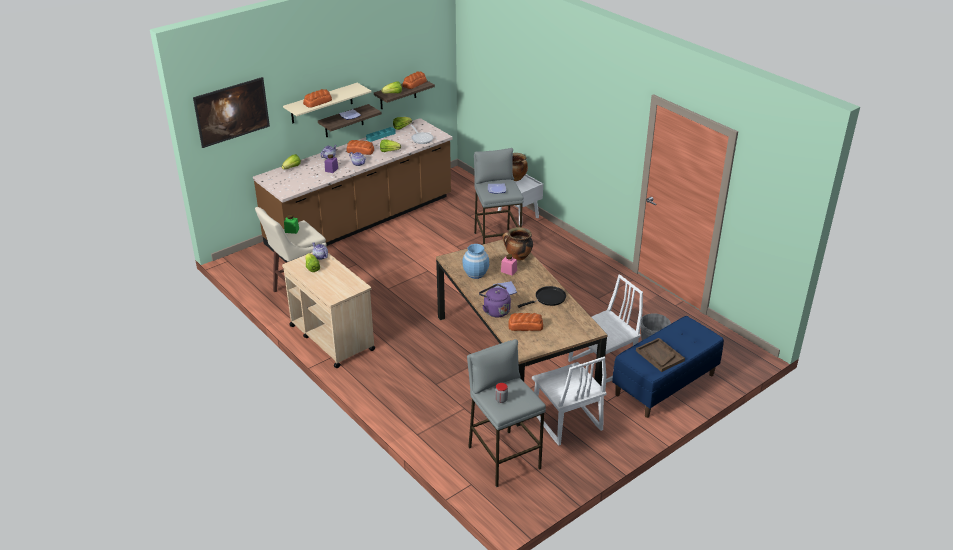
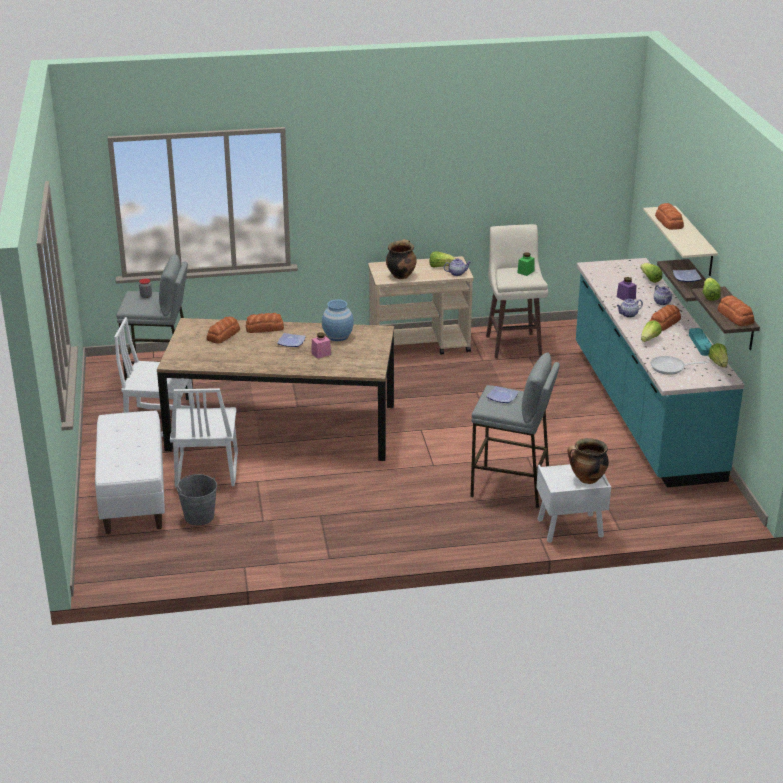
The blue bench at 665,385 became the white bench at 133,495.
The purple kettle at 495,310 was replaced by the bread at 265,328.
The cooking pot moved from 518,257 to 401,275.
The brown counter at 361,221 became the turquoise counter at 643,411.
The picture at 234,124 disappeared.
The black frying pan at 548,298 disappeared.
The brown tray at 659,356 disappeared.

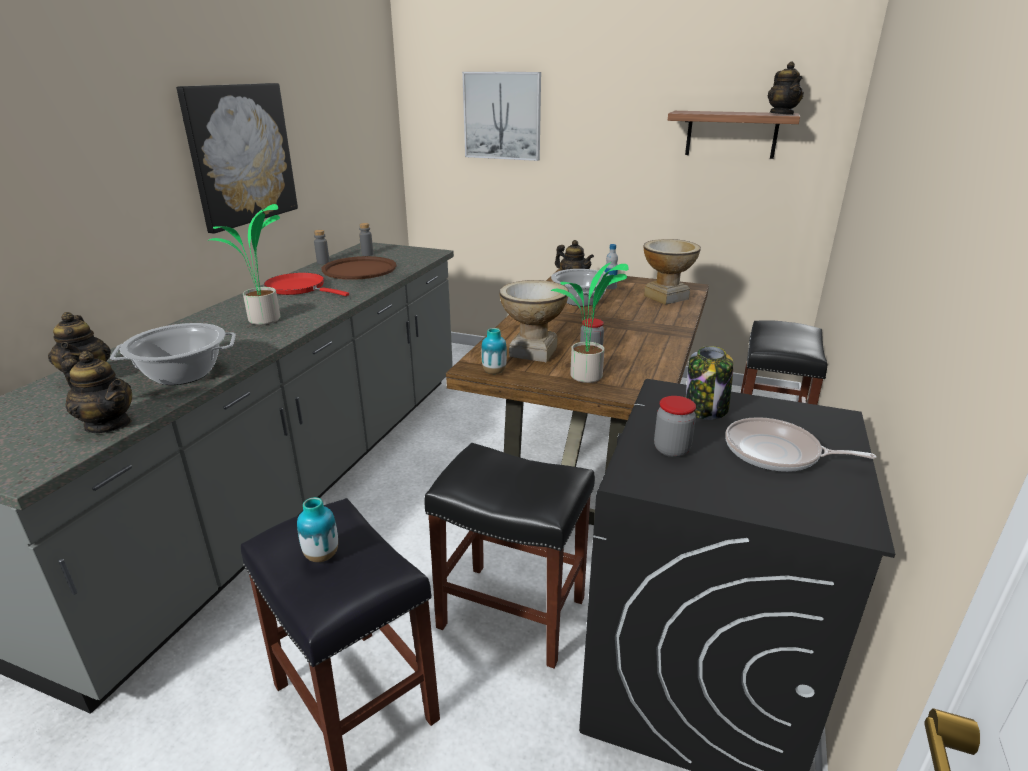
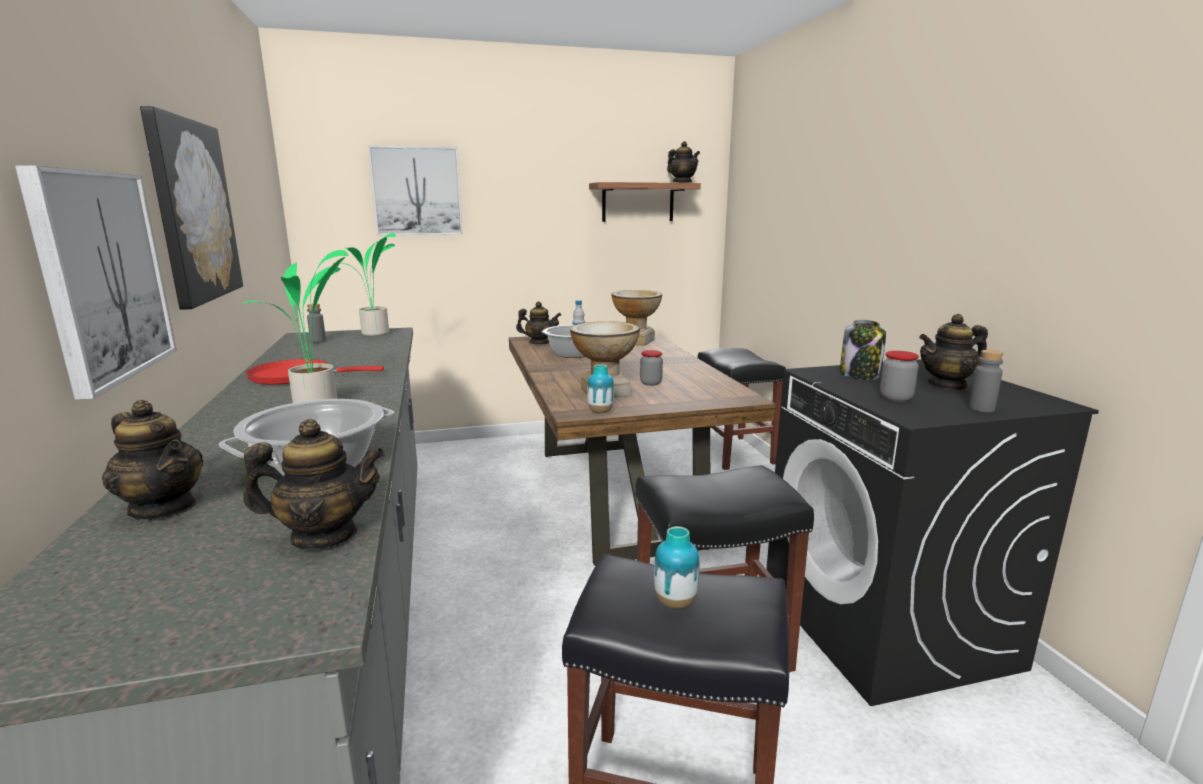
The picture at 103,276 appeared.
The potted plant moved from 586,377 to 376,334.
The frying pan at 777,453 was replaced by the teapot at 947,385.
The grey bottle moved from 323,262 to 981,408.
The brown tray at 359,269 disappeared.

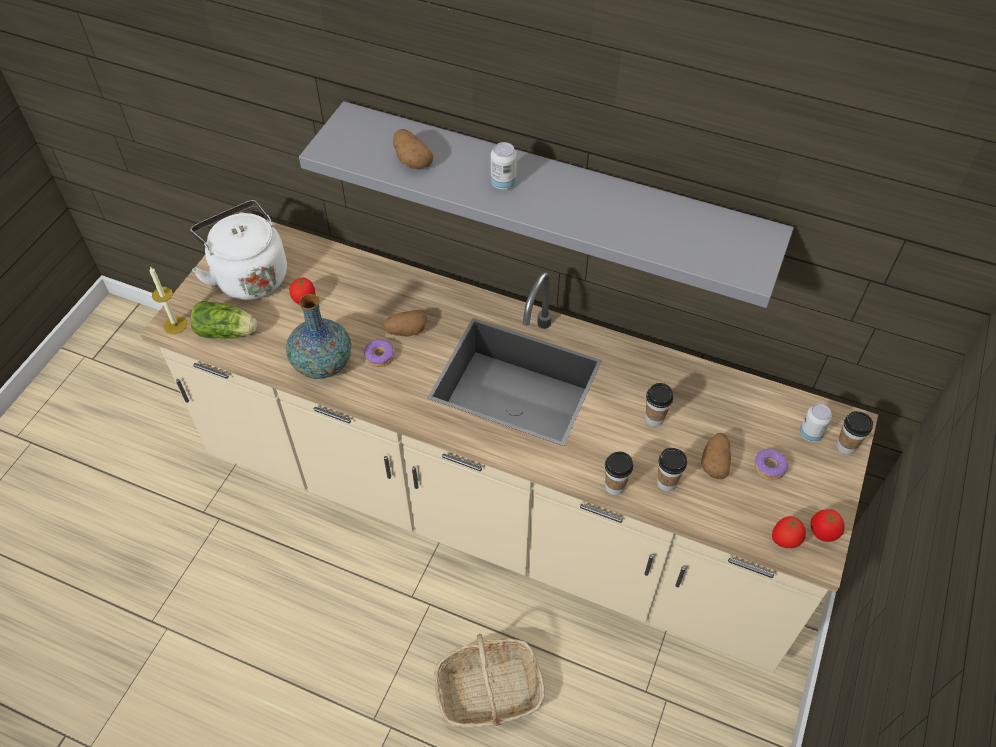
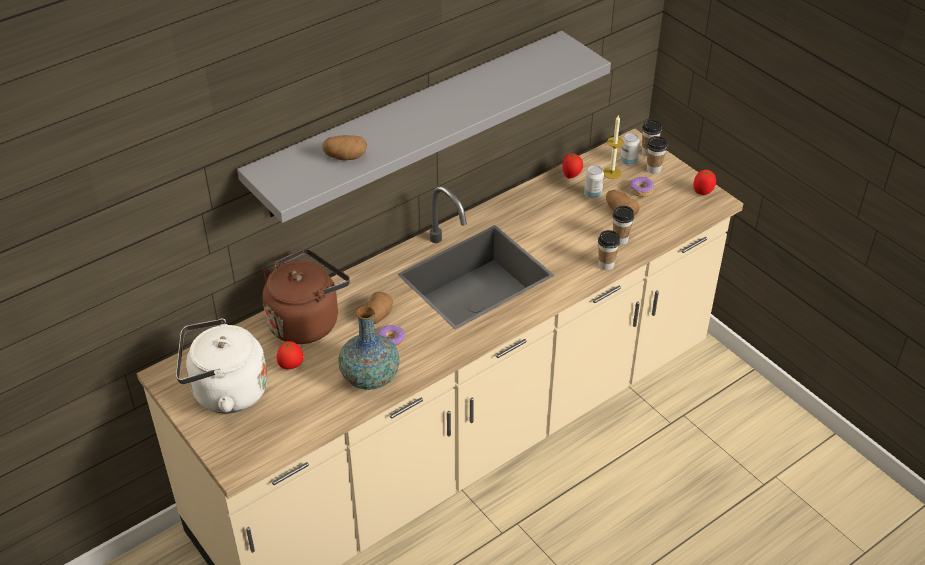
The brown kettle at 306,321 appeared.
The tomato moved from 784,541 to 571,175.
The can moved from 503,183 to 592,194.
The candle moved from 175,325 to 612,173.
The cup moved from 654,419 to 653,169.
The lettuce at 228,332 disappeared.
The basket at 489,691 disappeared.

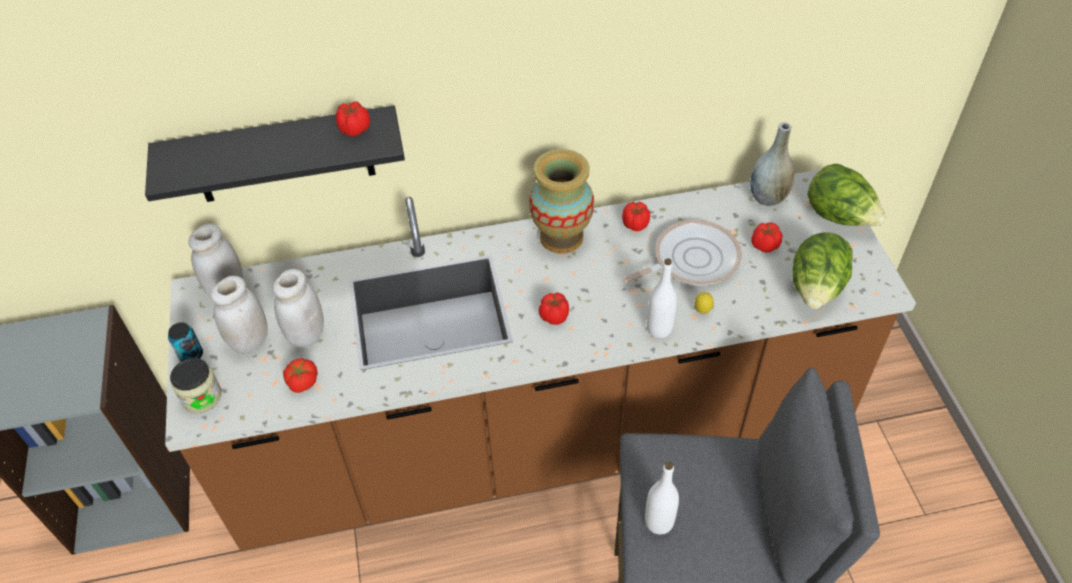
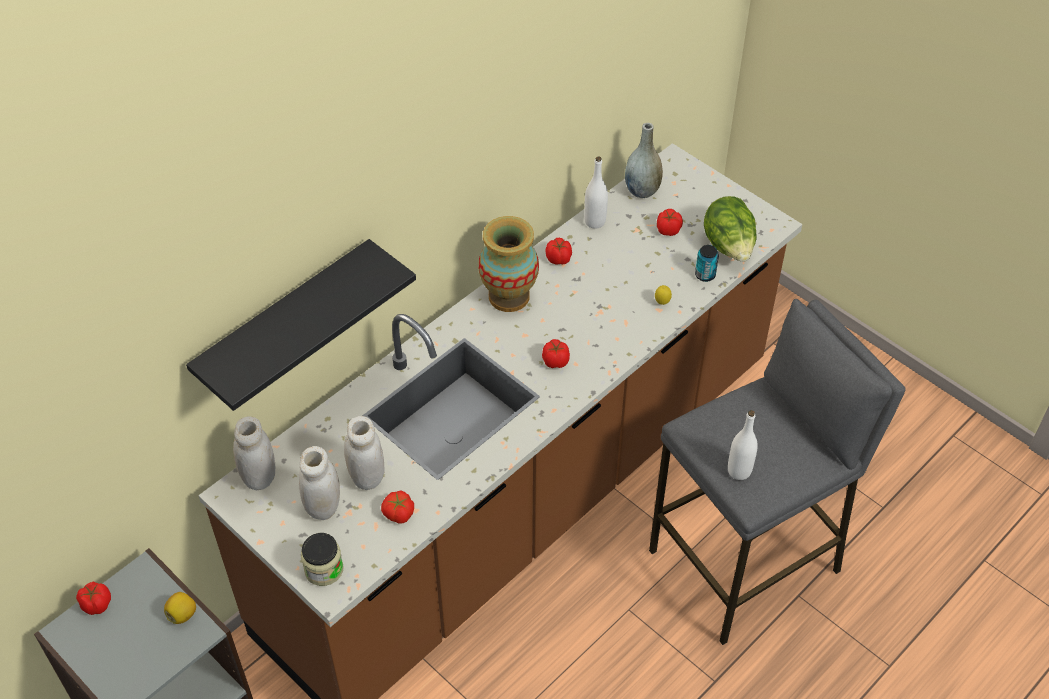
The tomato moved from 354,129 to 96,604.
The lemon at 183,614 appeared.
The white bottle moved from 659,329 to 595,221.
The can moved from 191,355 to 705,275.
The frying pan at 691,260 disappeared.
The lettuce at 839,217 disappeared.

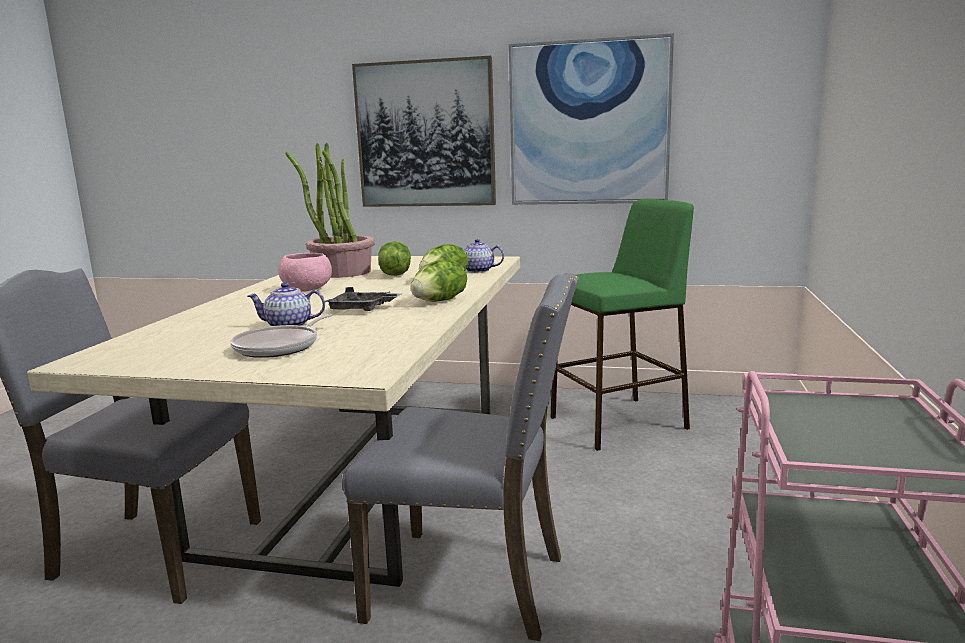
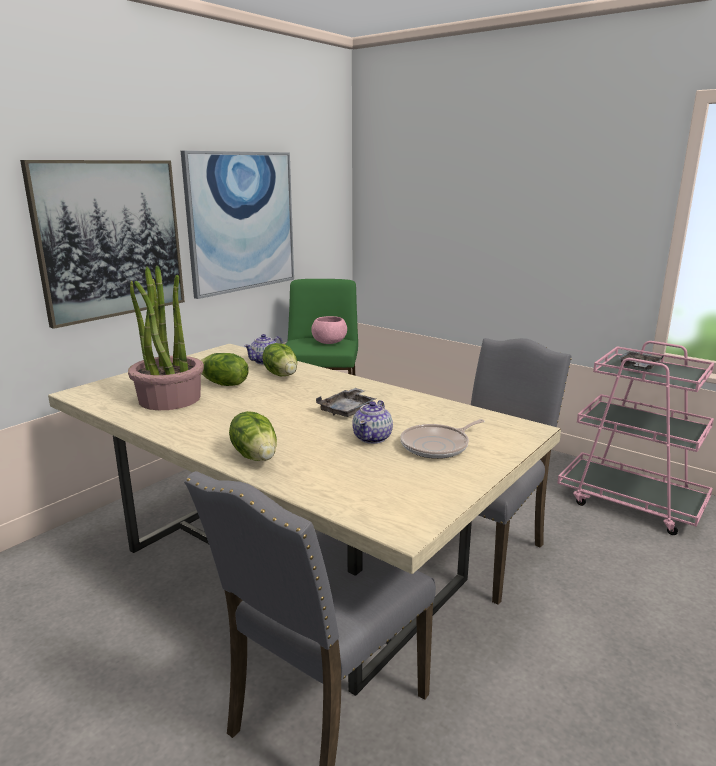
The lettuce moved from 440,301 to 256,455.
The pink bowl moved from 307,290 to 329,342.
The frying pan at 280,347 turned 90 degrees clockwise.
The grey tray at 638,367 appeared.

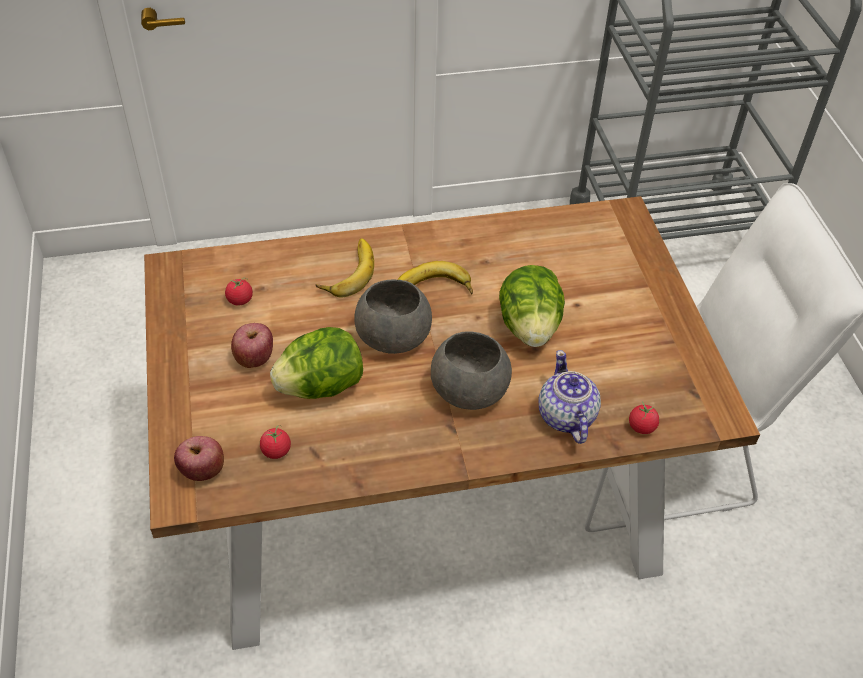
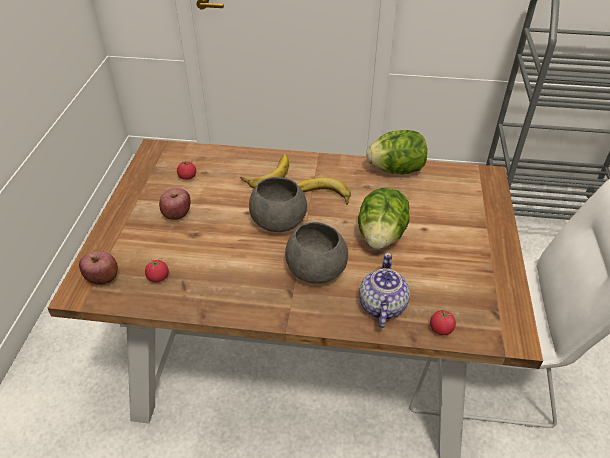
The lettuce moved from 321,386 to 396,170.

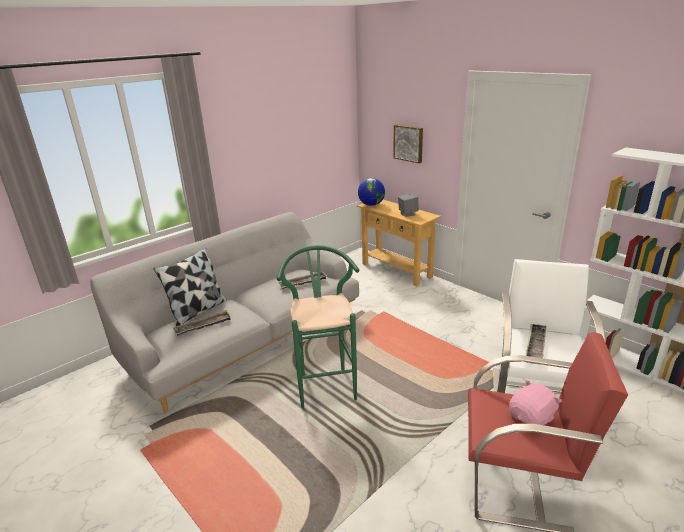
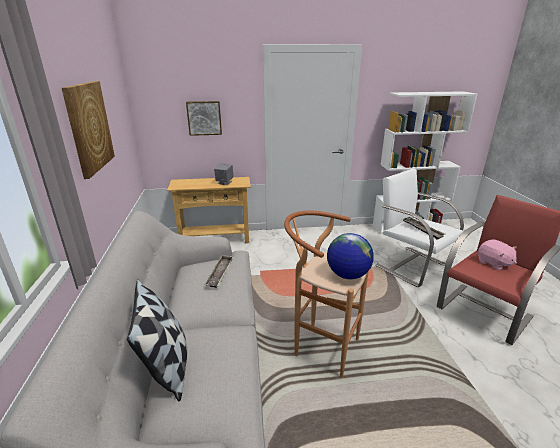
The picture at 89,127 appeared.
The green stool at 325,383 became the brown stool at 320,346.
The globe moved from 371,205 to 347,275.
The pink plush toy at 532,418 turned 150 degrees clockwise.
The tray at 203,326 disappeared.

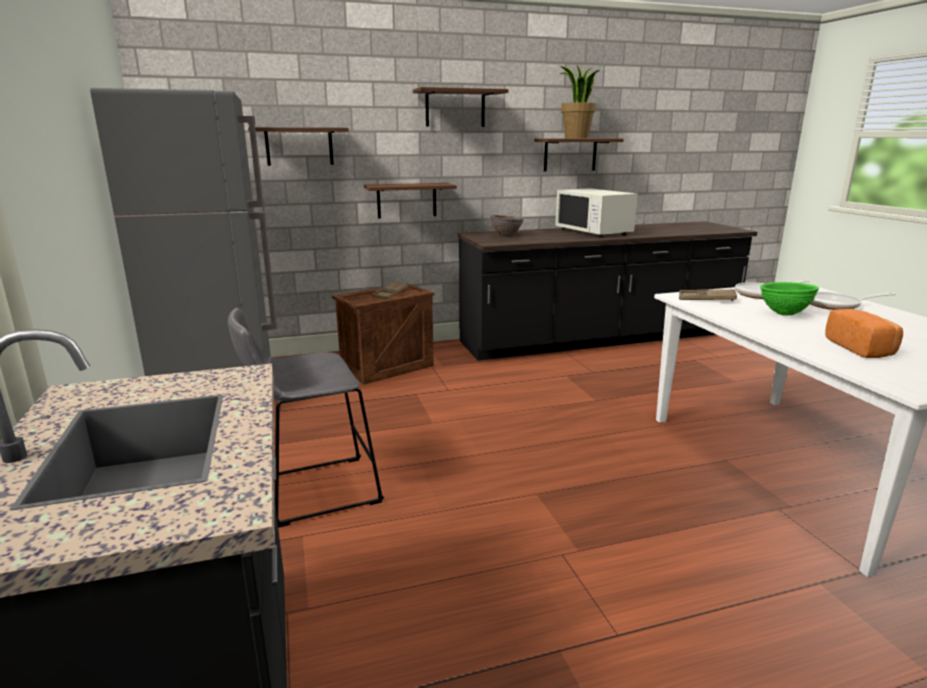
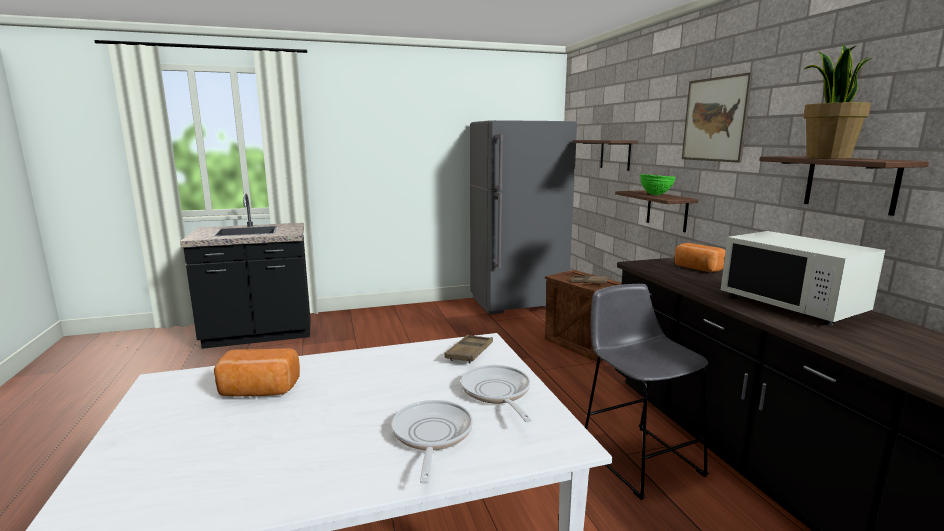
The grey stool moved from 313,491 to 637,456.
The green bowl moved from 783,314 to 655,195.
The brown bowl at 506,235 was replaced by the bread at 696,268.
The shelf at 455,108 was replaced by the picture at 715,119.
The white microwave at 593,232 turned 90 degrees counterclockwise.

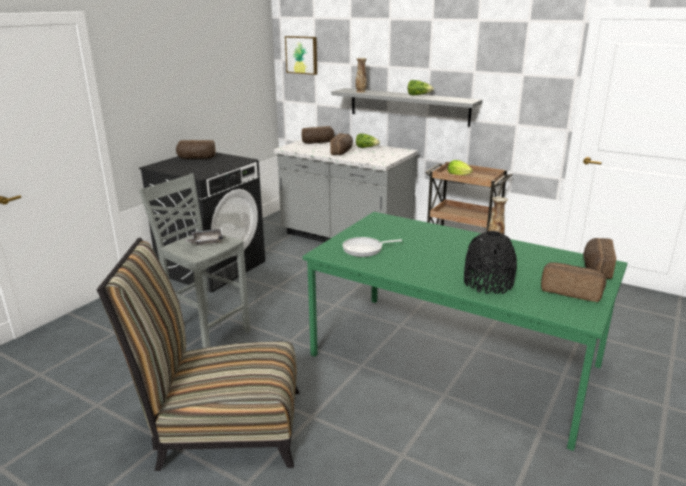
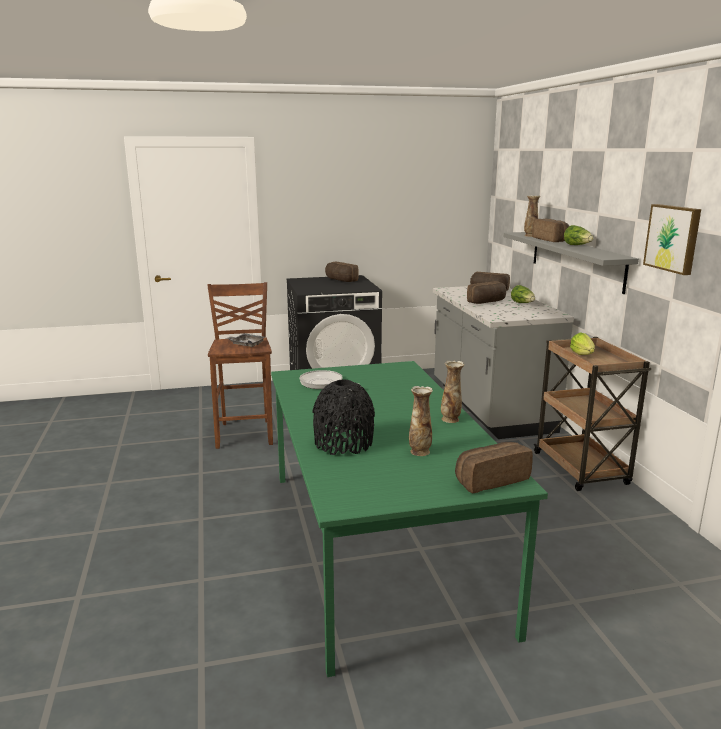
The grey stool at 207,333 became the brown stool at 246,433.
The vase at 420,451 appeared.
The bread moved from 571,291 to 551,240.
The picture moved from 302,55 to 673,238.
The chair at 222,427 disappeared.

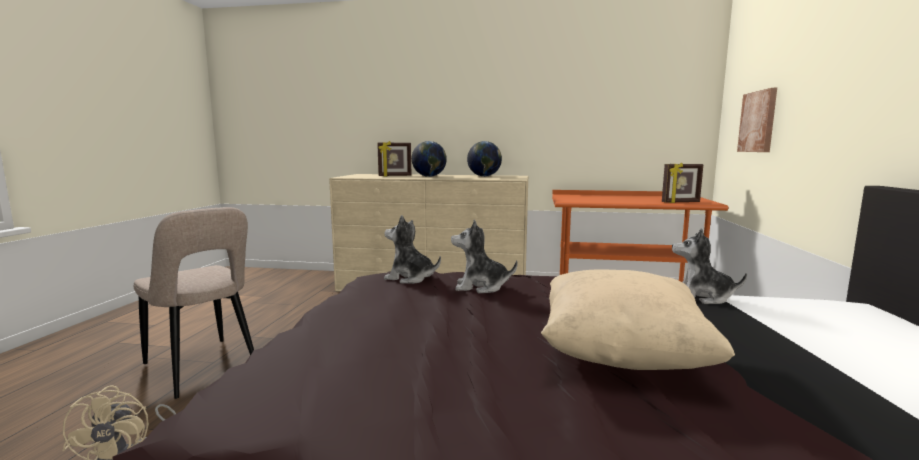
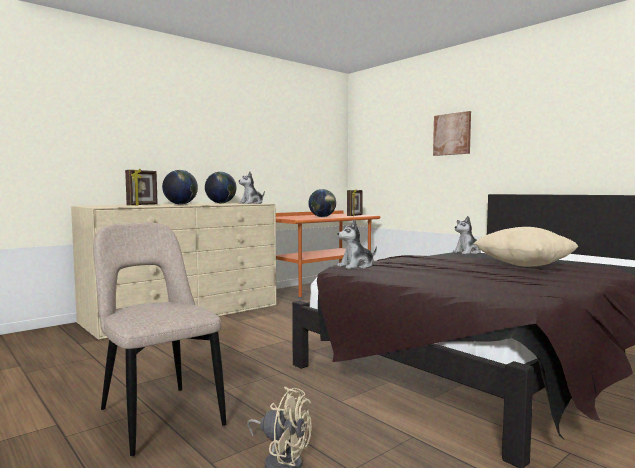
The beige chair at 203,369 turned 120 degrees counterclockwise.
The plush toy moved from 480,287 to 251,203.
The globe at 322,217 appeared.
The picture moved from 758,122 to 452,134.

